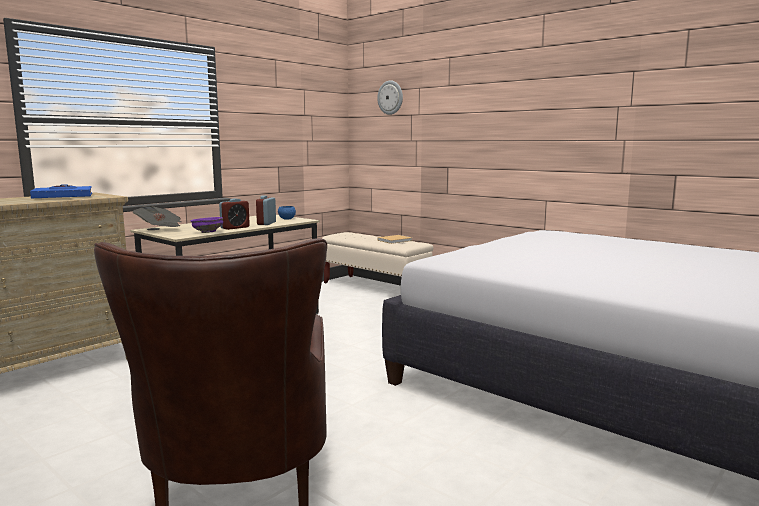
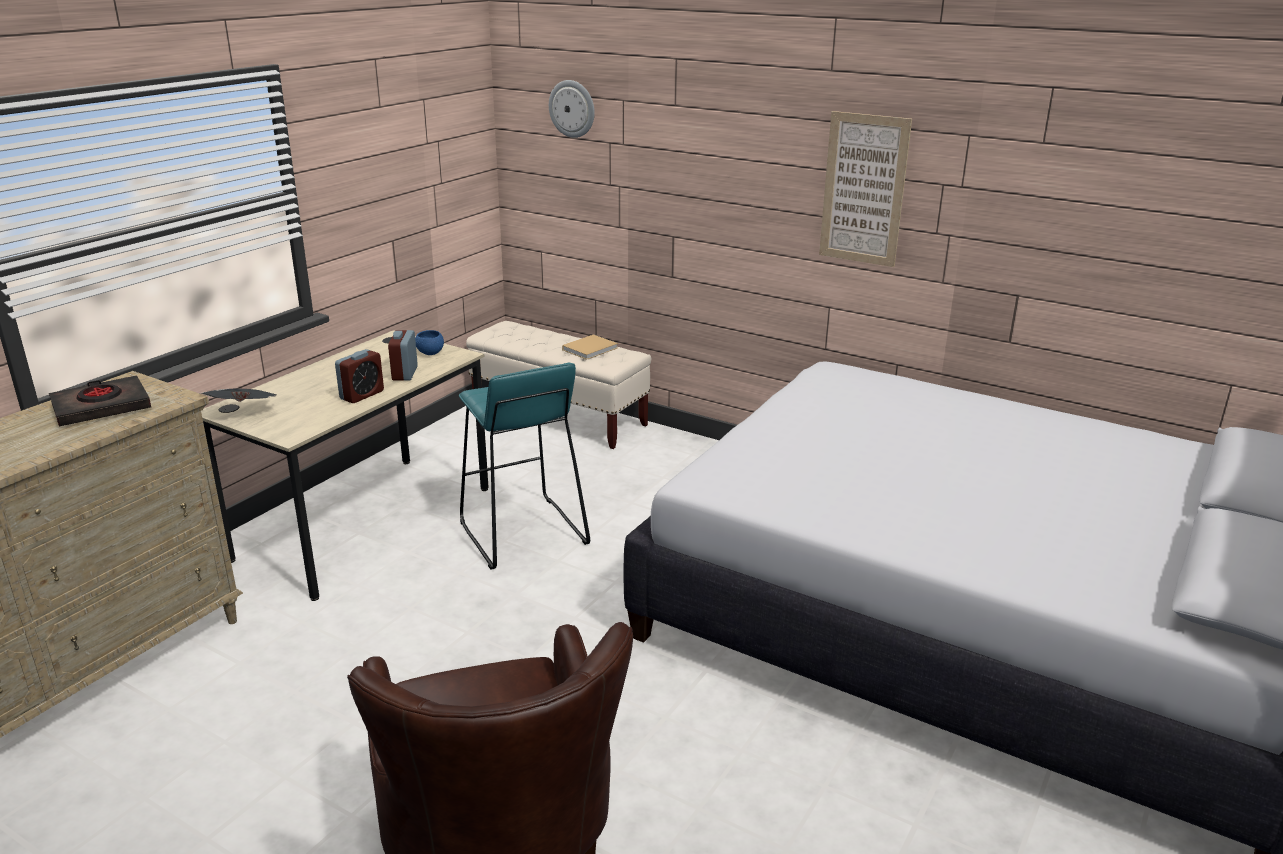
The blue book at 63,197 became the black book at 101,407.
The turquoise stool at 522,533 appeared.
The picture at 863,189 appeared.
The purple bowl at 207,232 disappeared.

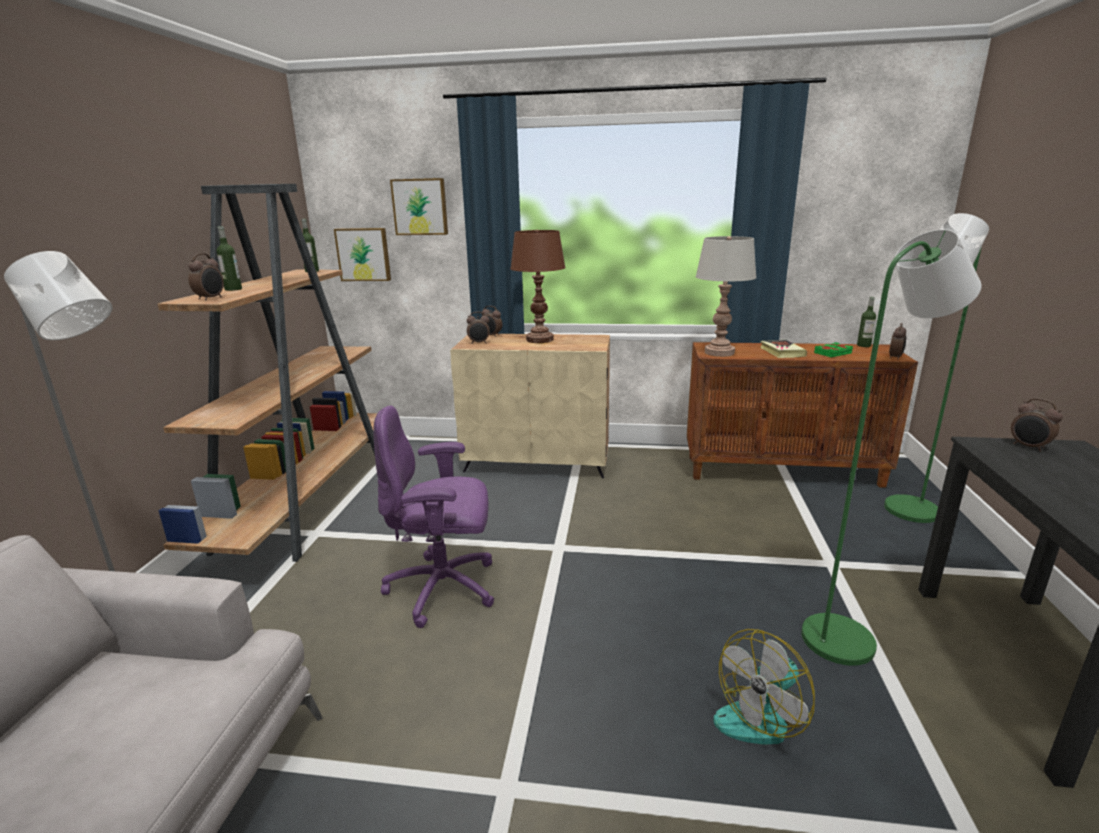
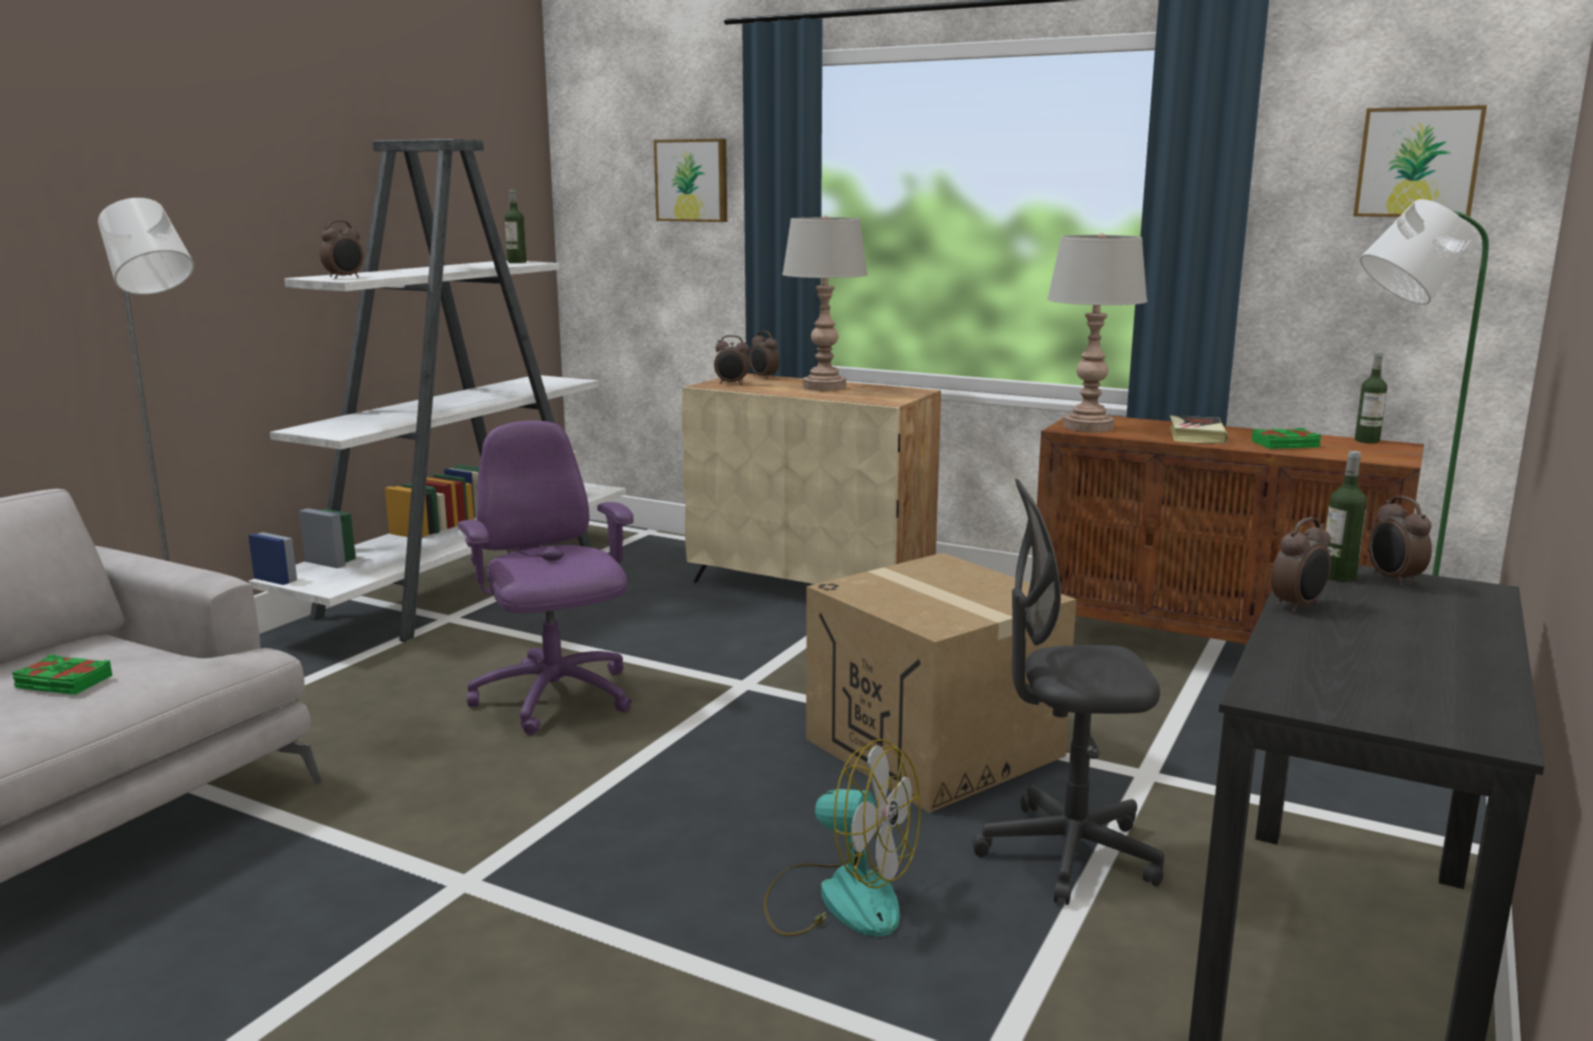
The green book at 63,683 appeared.
The brown bookcase at 309,502 became the white bookcase at 466,585.
The purple office chair at 444,588 turned 45 degrees clockwise.
The fan at 761,715 turned 135 degrees counterclockwise.
The brown table lamp at 539,340 became the grey table lamp at 824,387.
The cardboard box at 935,747 appeared.
The green floor lamp at 848,636 was replaced by the grey office chair at 1068,854.
The alarm clock moved from 895,358 to 1298,606.
The bottle moved from 233,289 to 1338,576.
The picture moved from 364,254 to 1418,162.

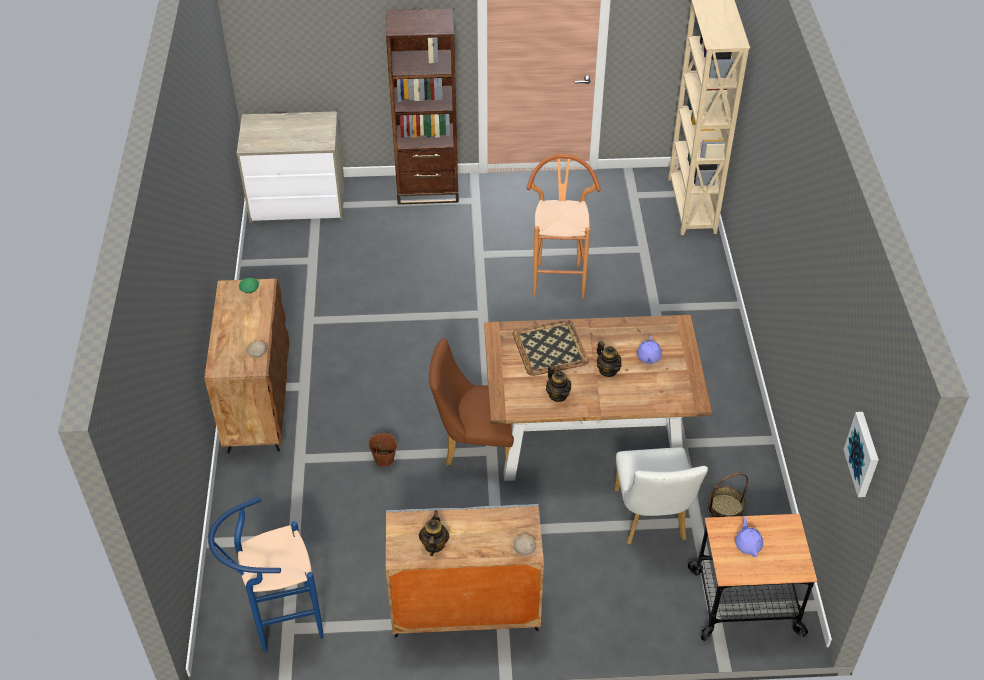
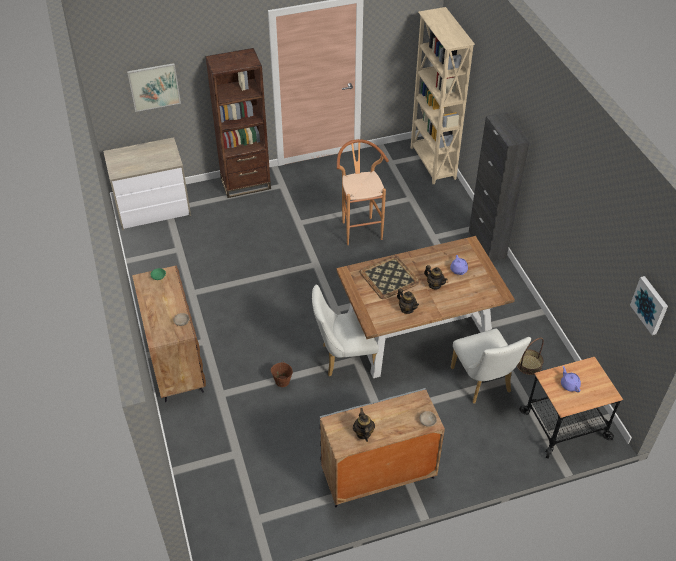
The picture at 154,87 appeared.
The brown chair at 475,446 became the white chair at 344,358.
The black cabinet at 487,244 appeared.
The blue stool at 279,623 disappeared.

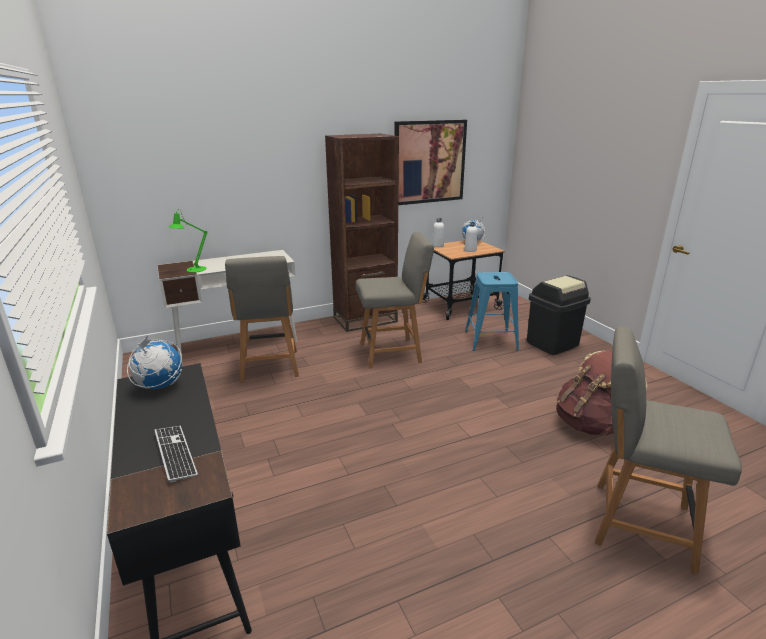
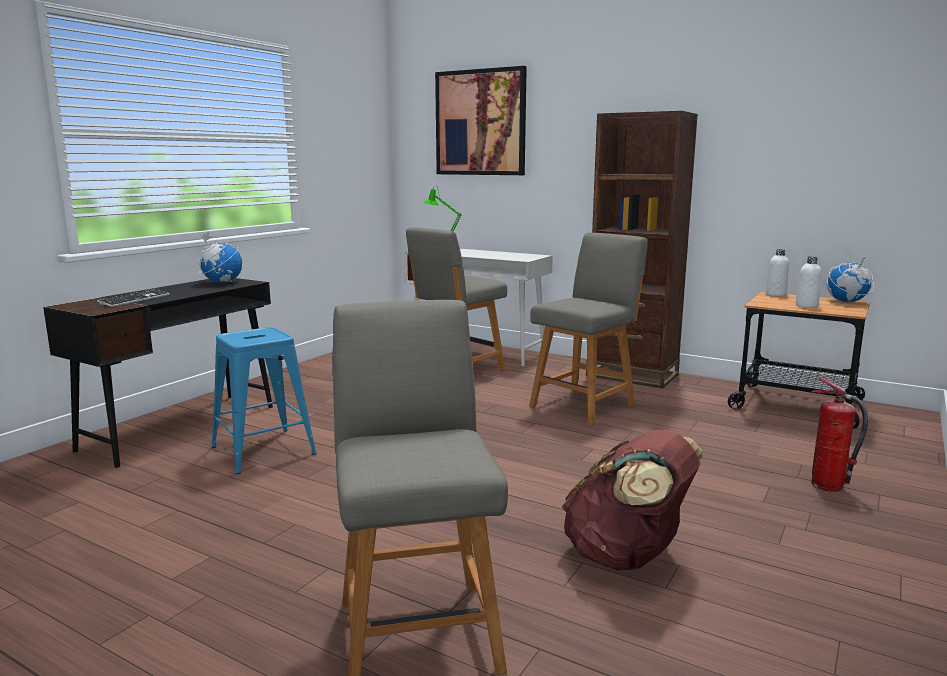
The blue stool moved from 490,340 to 263,450.
The picture moved from 429,162 to 480,123.
The grey chair at 393,352 turned 90 degrees counterclockwise.
The black trash can at 552,344 was replaced by the fire extinguisher at 827,485.

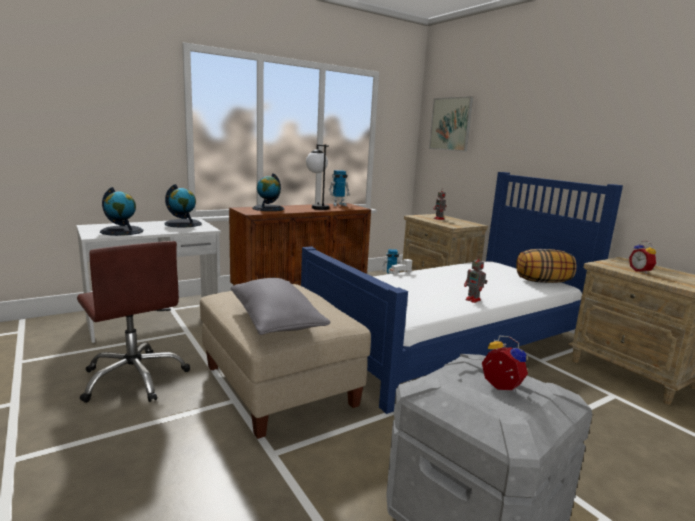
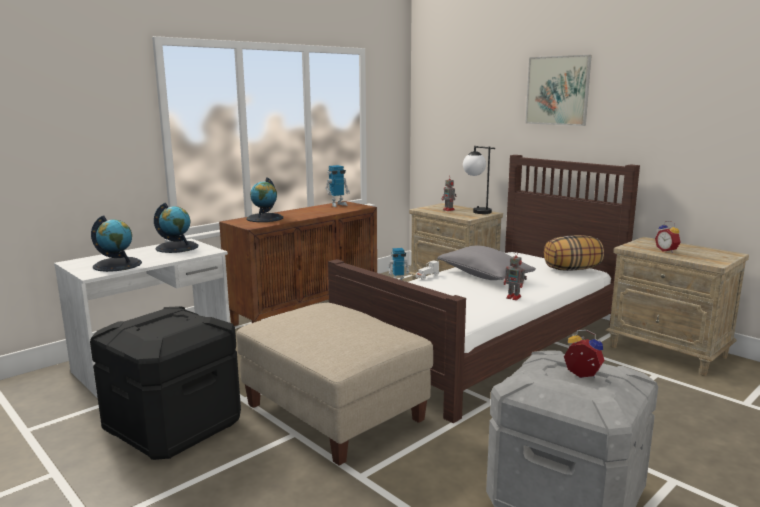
The brown office chair at 135,378 was replaced by the black storage box at 173,428.
The blue bed at 450,341 became the brown bed at 487,343.
The grey pillow moved from 275,321 to 484,276.
The table lamp moved from 317,207 to 476,211.
The picture moved from 450,124 to 557,90.

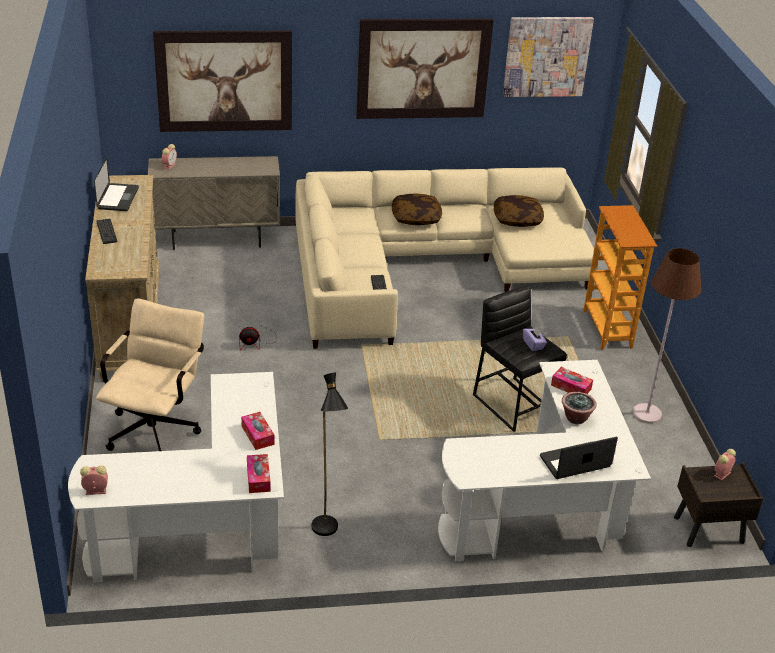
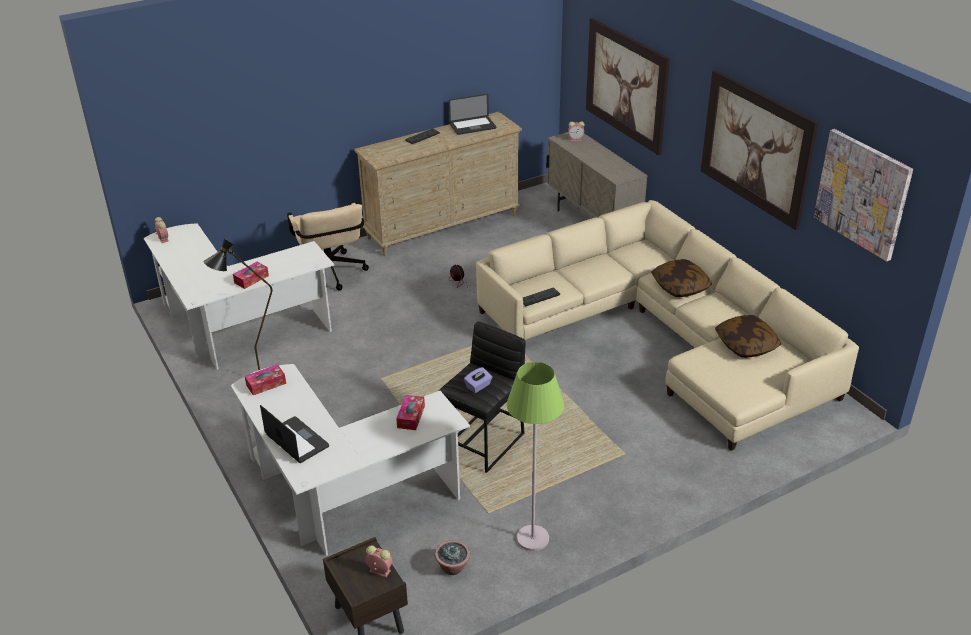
The tissue box moved from 258,478 to 266,384.
The beige office chair at 156,427 turned 75 degrees clockwise.
The potted plant moved from 576,418 to 453,568.
The brown floor lamp at 647,414 became the green floor lamp at 532,539.
The bookcase at 608,329 disappeared.

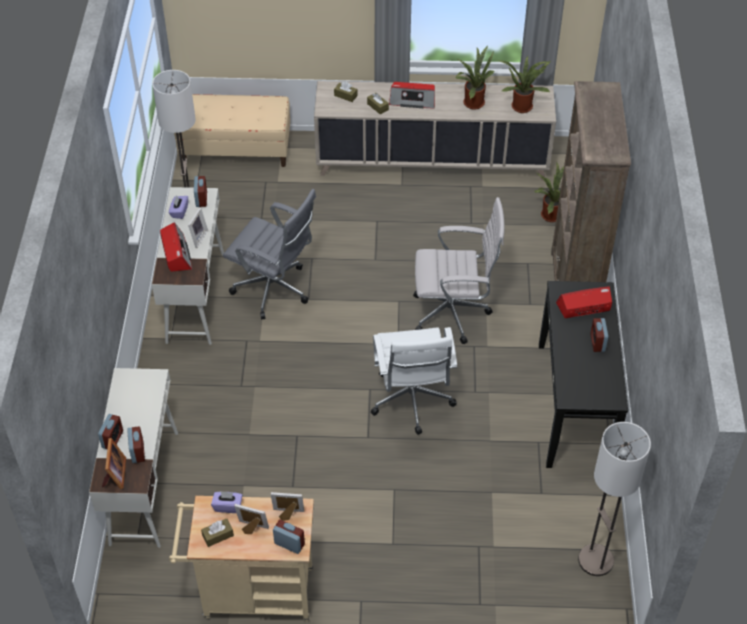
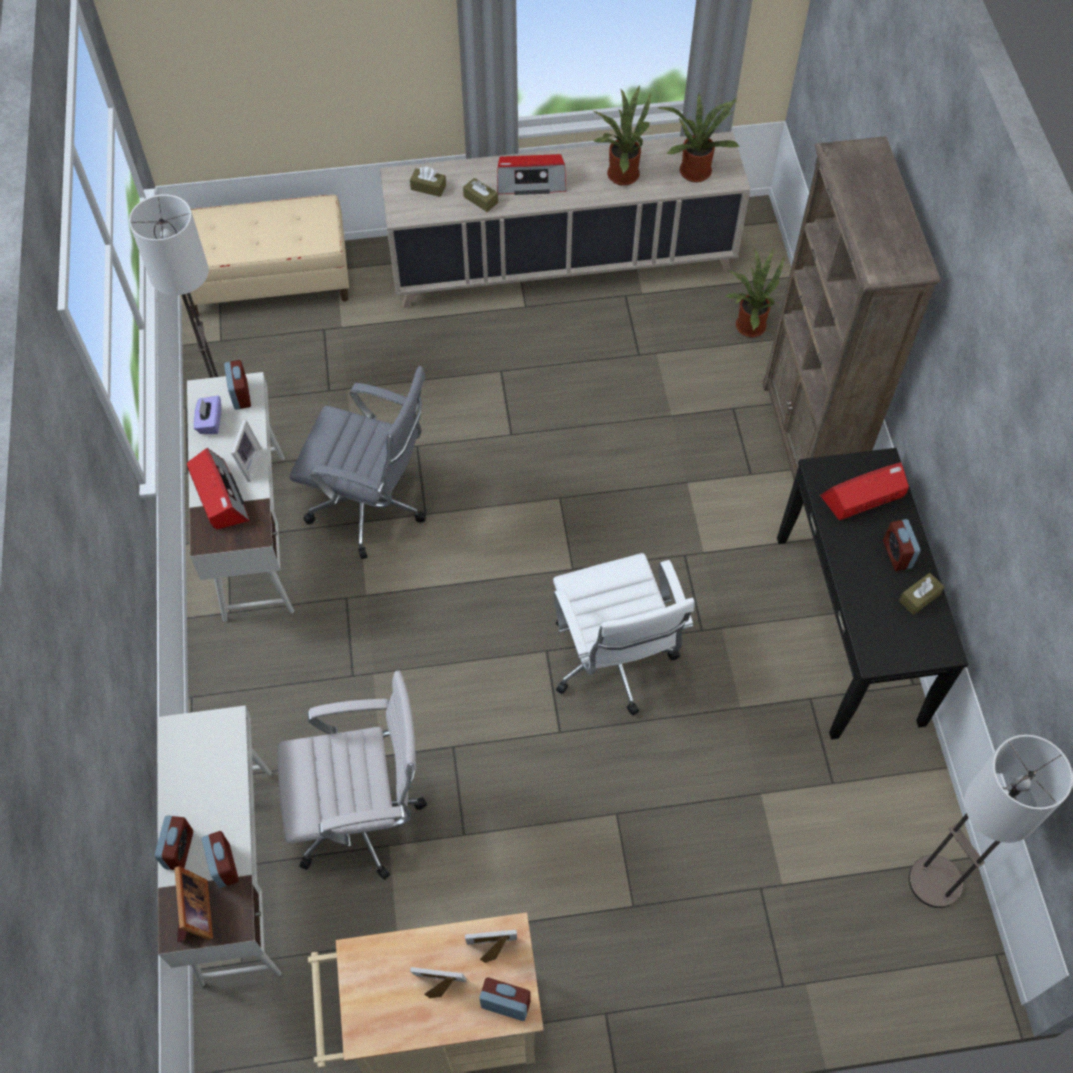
The white office chair moved from 454,313 to 363,816.
The brown tissue box moved from 218,535 to 919,597.
The purple tissue box at 228,506 disappeared.

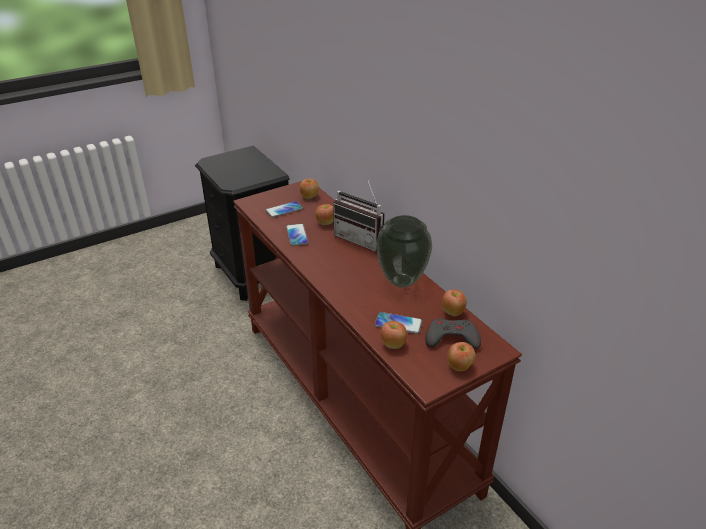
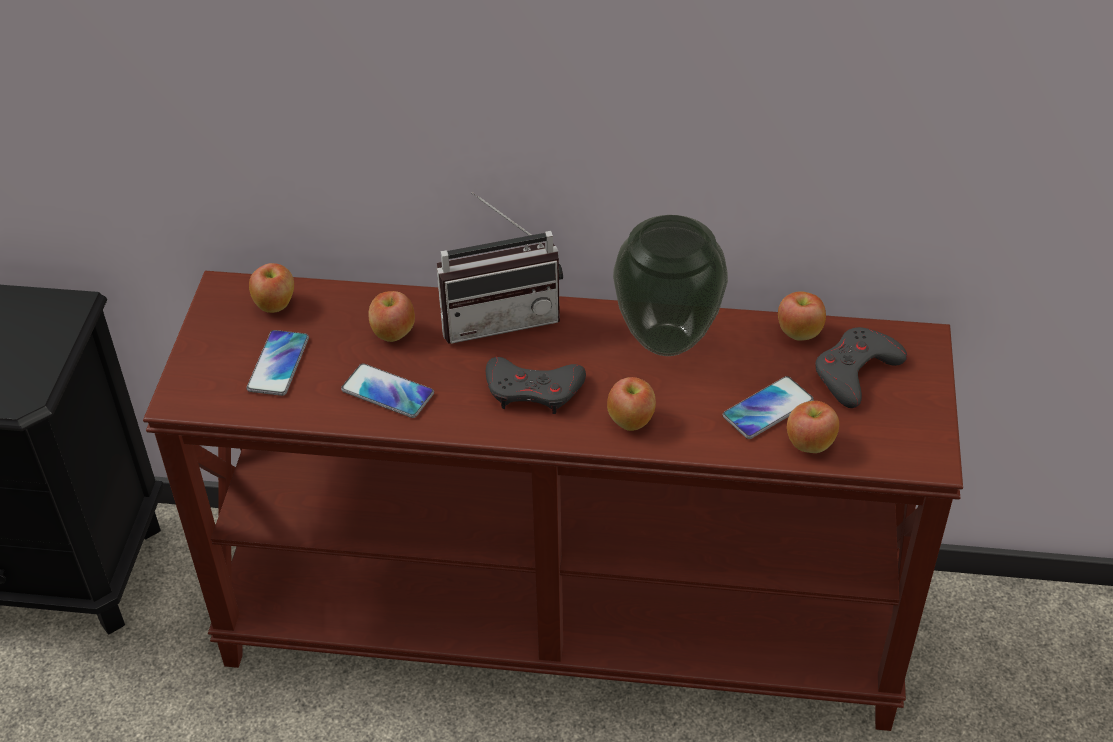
The grey game controller at 533,390 appeared.
The apple moved from 459,366 to 631,421.

